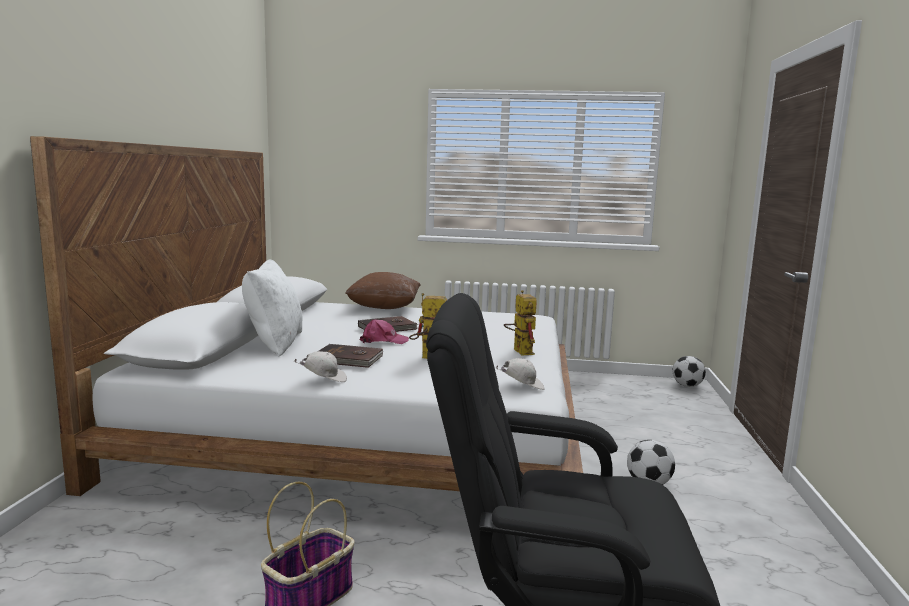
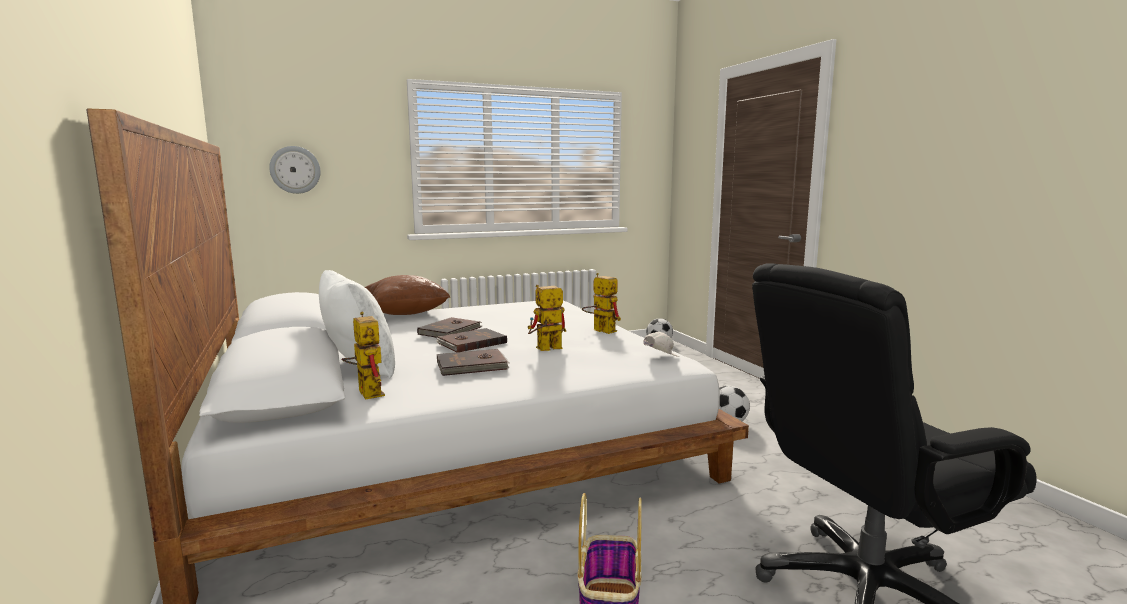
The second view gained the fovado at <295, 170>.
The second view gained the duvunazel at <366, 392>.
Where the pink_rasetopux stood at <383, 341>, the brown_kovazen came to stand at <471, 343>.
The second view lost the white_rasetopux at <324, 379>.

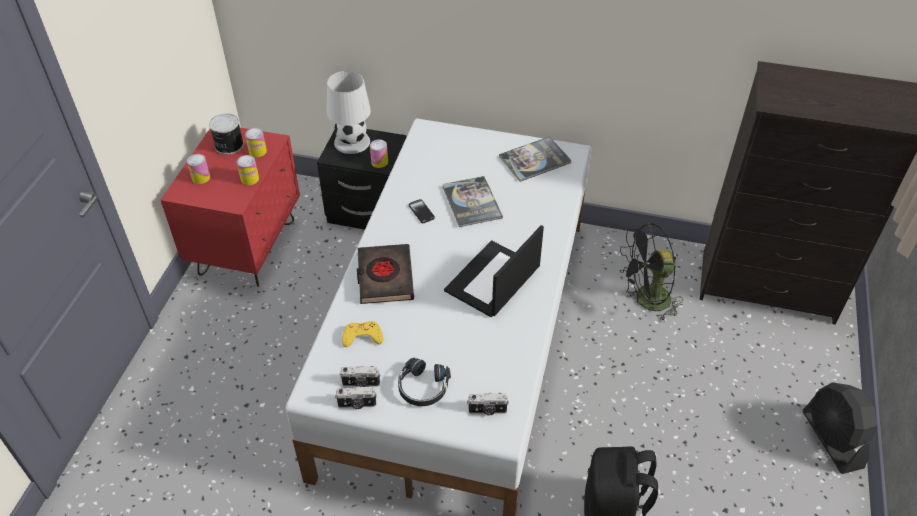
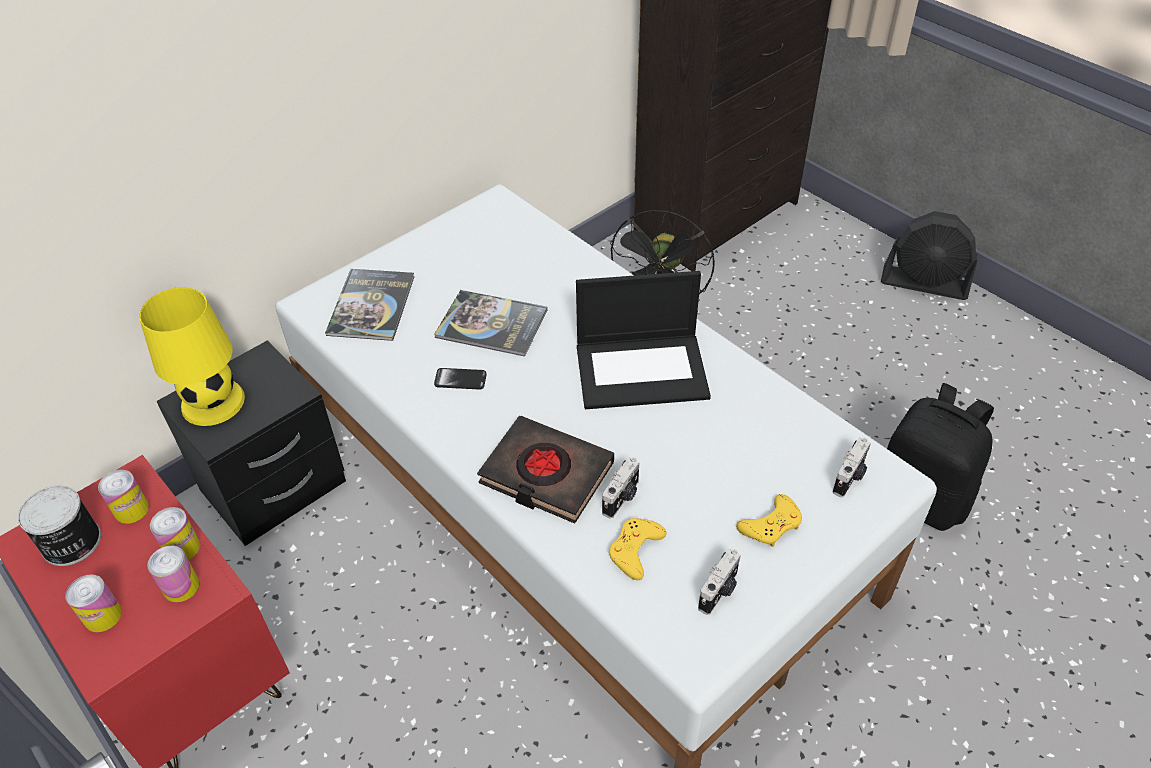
What was the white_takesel at <351, 141> turned into the yellow_takesel at <212, 402>.
The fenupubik ended up elsewhere, having gone from <379, 162> to <181, 586>.
The kovazen ended up elsewhere, having gone from <535, 160> to <371, 305>.
The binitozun at <493, 280> ended up facing another way, 75 degrees counterclockwise from before.
The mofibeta ended up elsewhere, having gone from <357, 404> to <622, 498>.
Where the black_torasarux stood at <423, 387>, the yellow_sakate came to stand at <771, 525>.

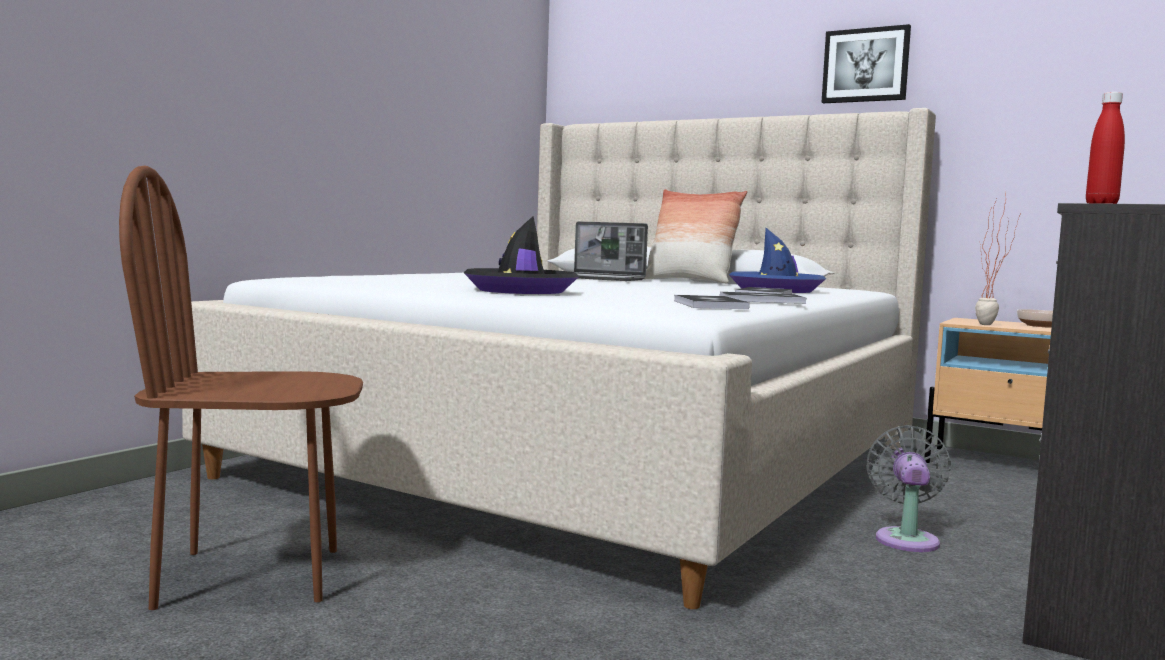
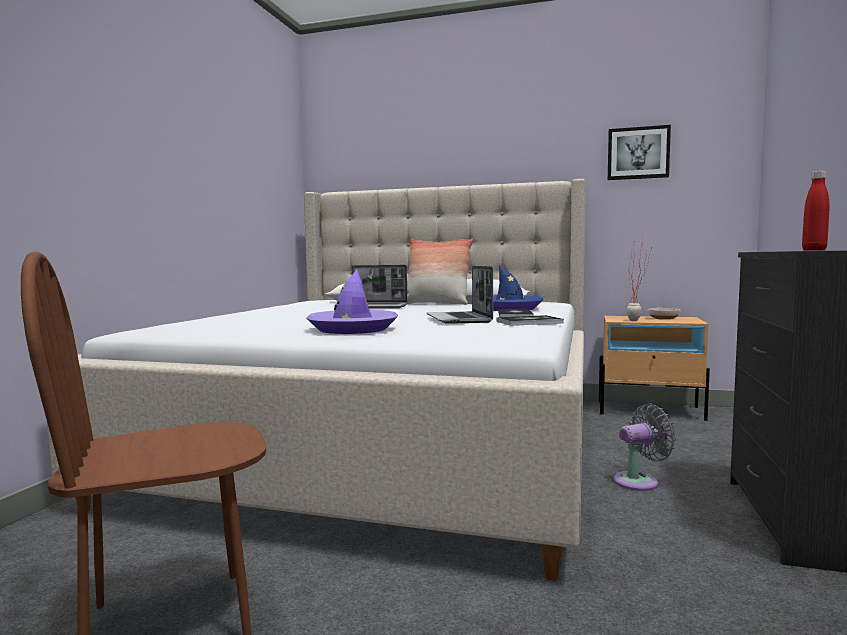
What was the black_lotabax at <521, 291> turned into the purple_lotabax at <353, 329>.
The second view gained the binitozun at <459, 319>.
The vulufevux ended up elsewhere, having gone from <865, 65> to <638, 153>.
The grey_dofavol at <906, 538> ended up facing another way, 75 degrees clockwise from before.
The second view lost the kovazen at <710, 305>.

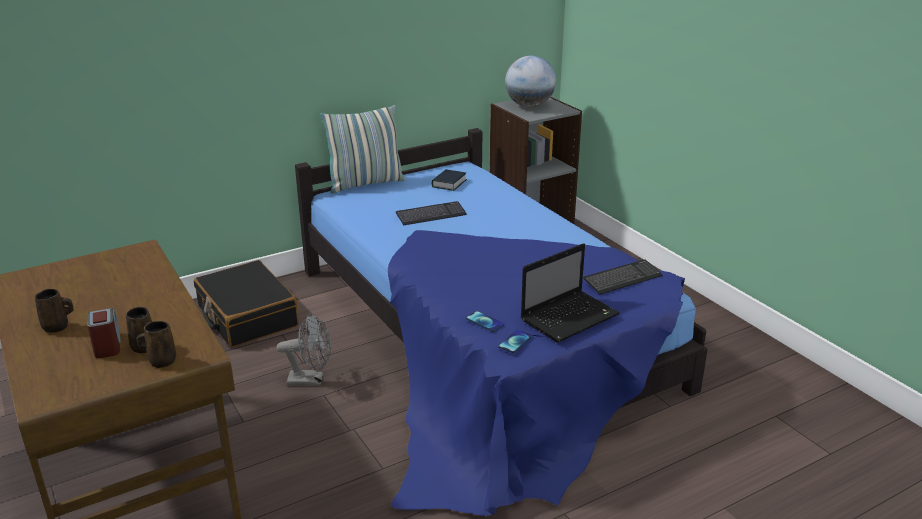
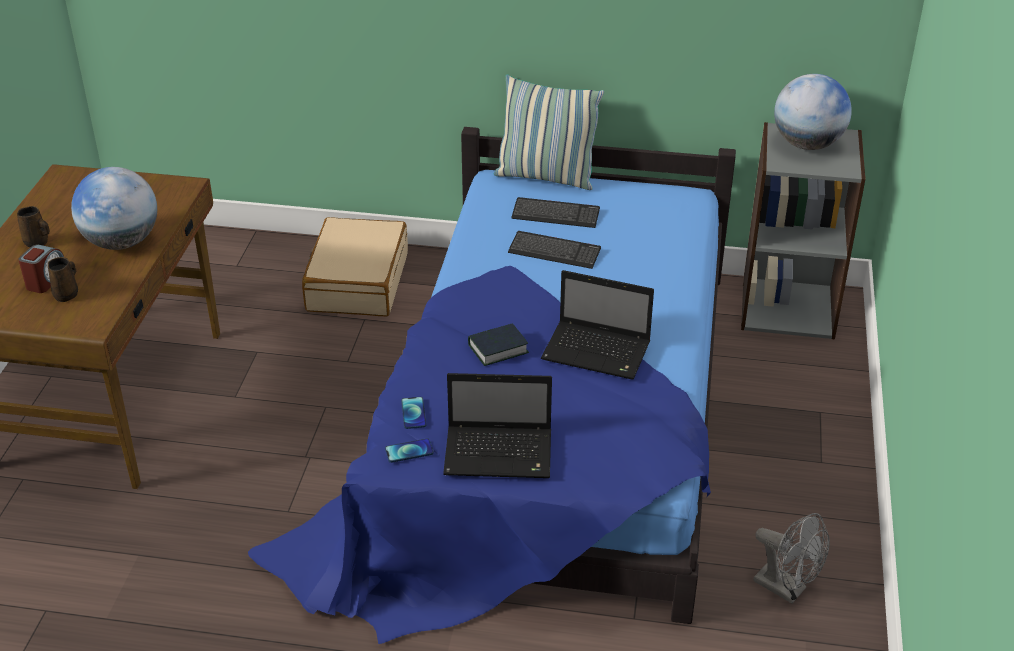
The second view gained the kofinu at <122, 242>.
What was the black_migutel at <247, 316> turned into the beige_migutel at <357, 282>.
The kovazen ended up elsewhere, having gone from <449, 183> to <498, 349>.
The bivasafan ended up elsewhere, having gone from <622, 278> to <555, 215>.
The second view gained the binitozun at <598, 352>.
The grey_dofavol ended up elsewhere, having gone from <311, 380> to <786, 589>.
The second view lost the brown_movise at <161, 361>.

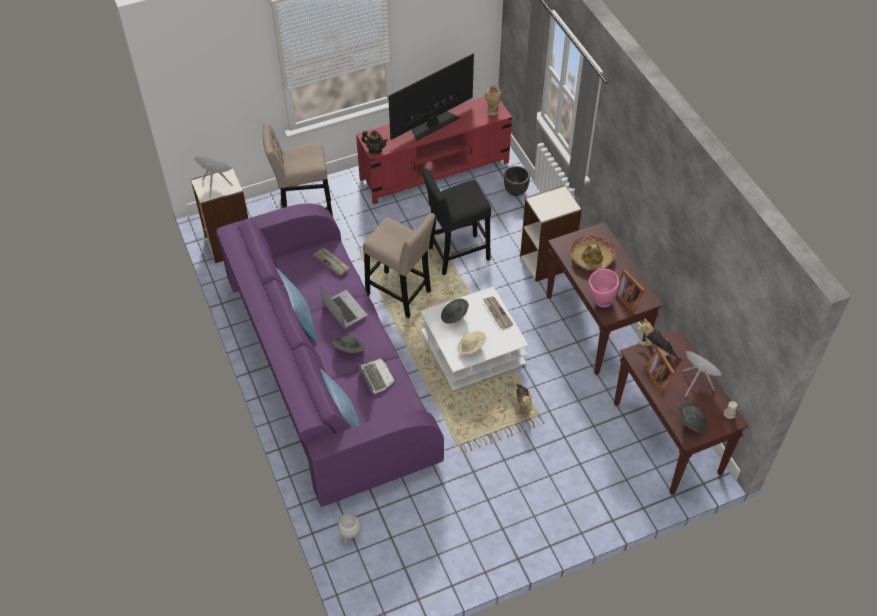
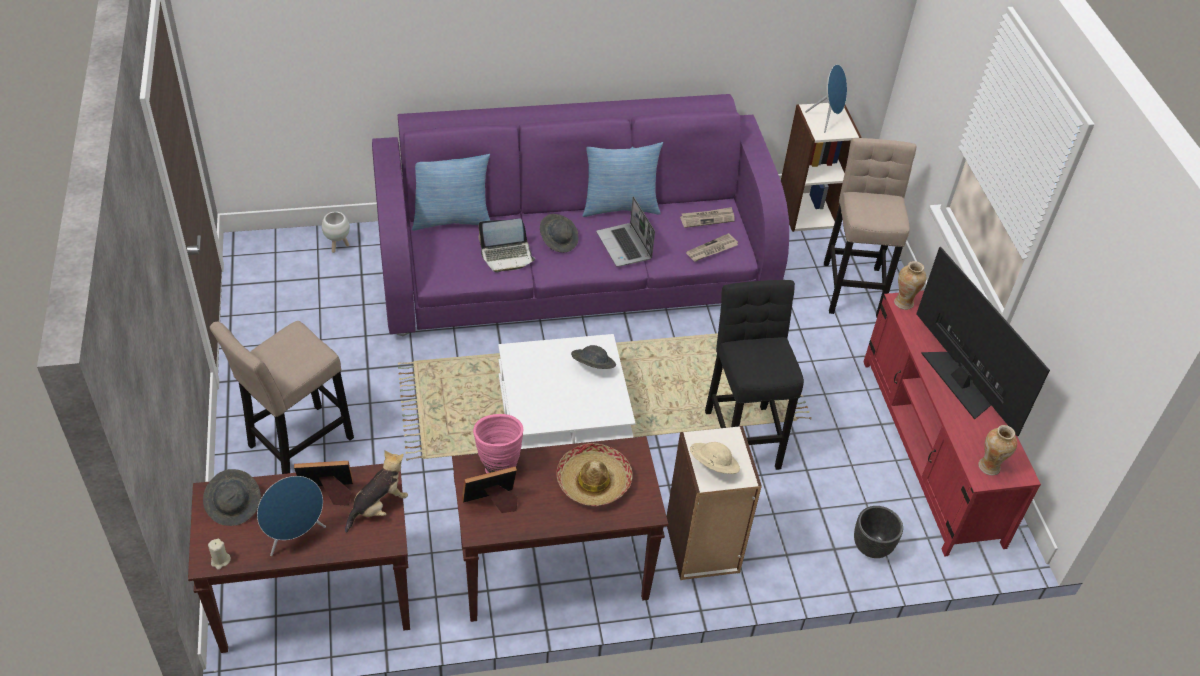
The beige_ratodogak ended up elsewhere, having gone from <400, 295> to <296, 445>.
The binitozun at <344, 310> ended up facing another way, 90 degrees clockwise from before.
The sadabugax ended up elsewhere, having gone from <497, 313> to <707, 218>.
The beige_lotabax ended up elsewhere, having gone from <471, 347> to <712, 466>.
Where the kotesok stood at <375, 150>, the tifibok came to stand at <904, 302>.
The second view lost the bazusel at <521, 405>.

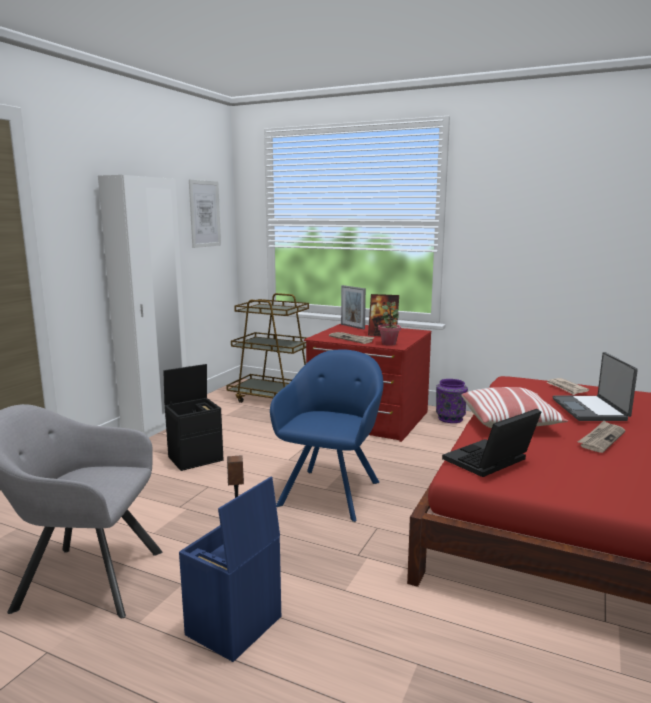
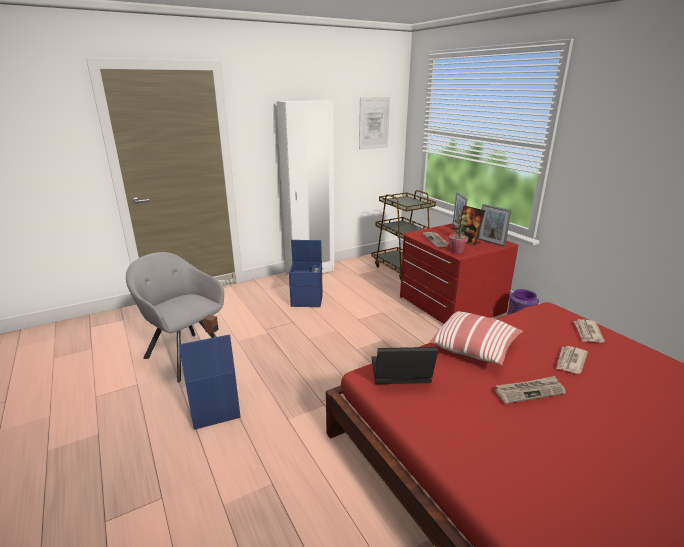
What was the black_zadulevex at <196, 458> turned into the blue_zadulevex at <307, 300>.
The second view gained the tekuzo at <491, 242>.
Where the binitozun stood at <591, 410>, the sadabugax came to stand at <570, 361>.
The second view lost the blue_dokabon at <331, 491>.

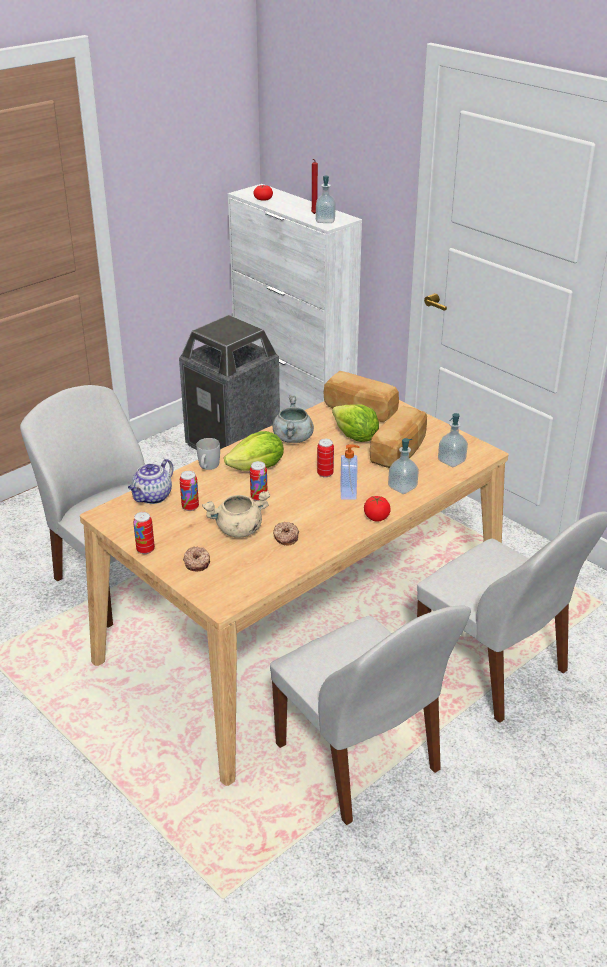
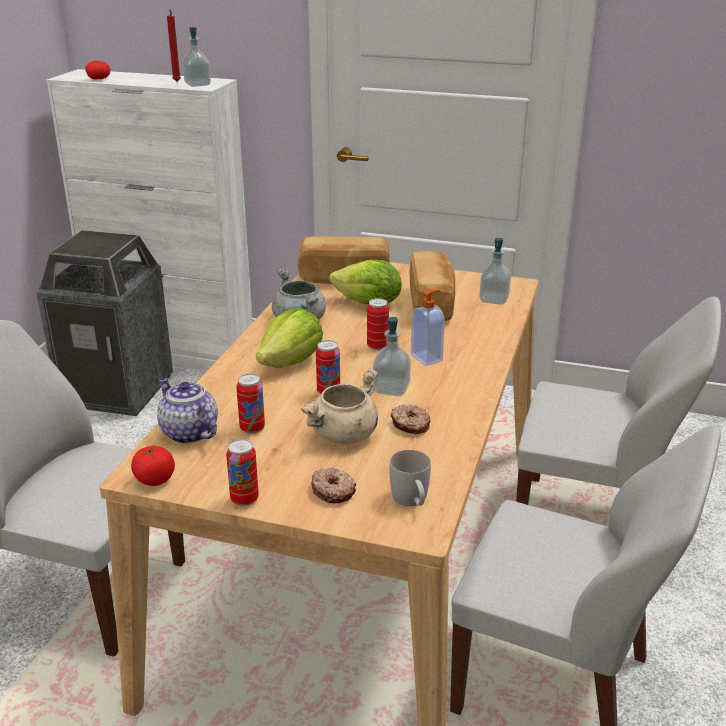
The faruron ended up elsewhere, having gone from <376, 517> to <155, 479>.
The kotesok at <152, 497> ended up facing another way, 135 degrees clockwise from before.
The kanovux ended up elsewhere, having gone from <402, 487> to <391, 389>.
The white_movise ended up elsewhere, having gone from <207, 467> to <411, 501>.

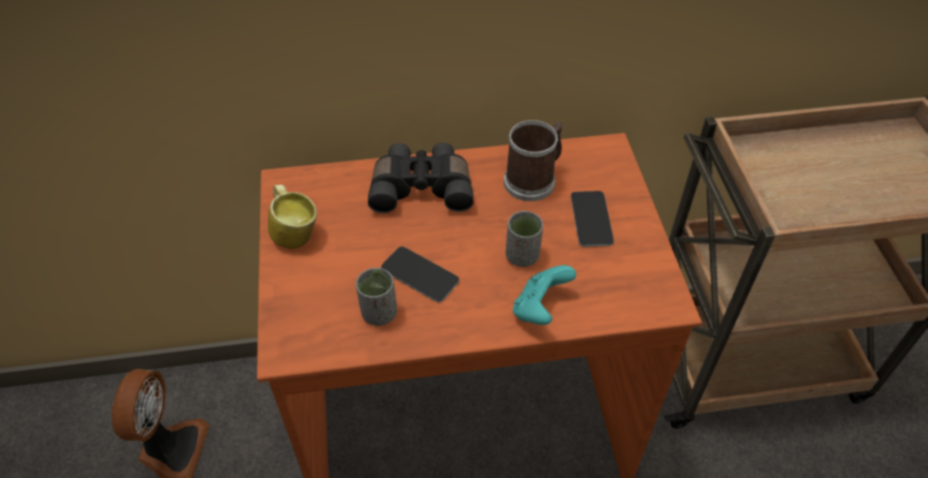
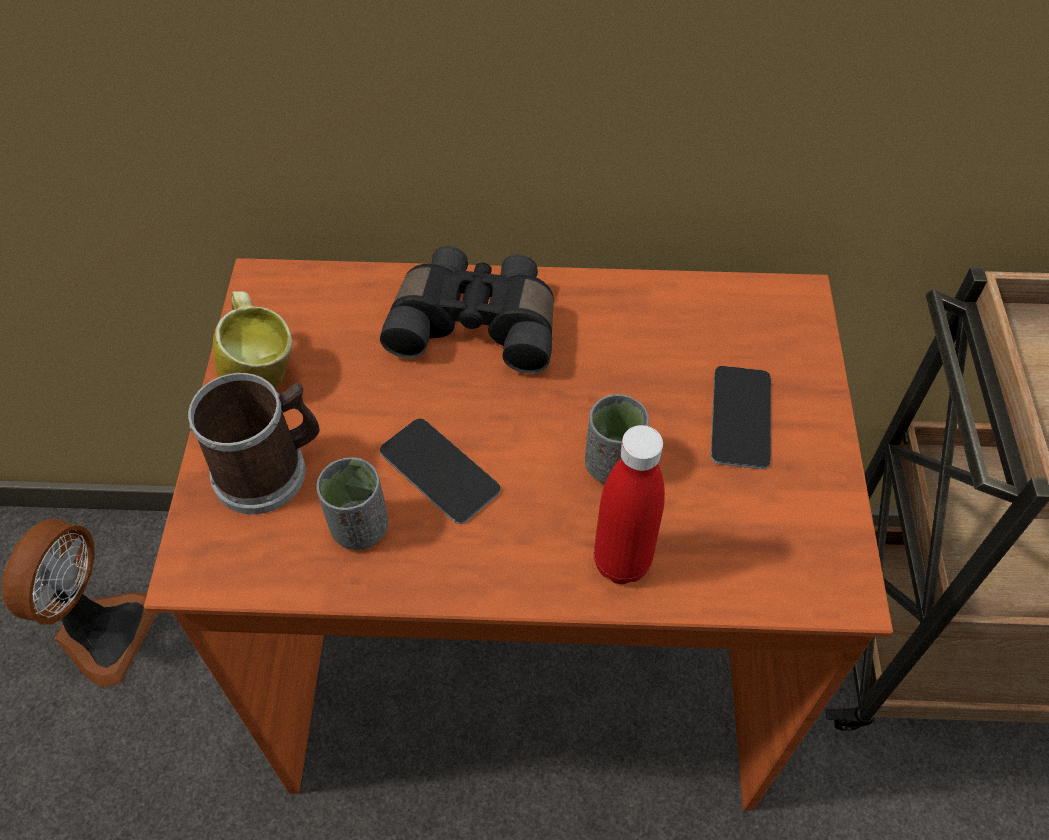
The movise ended up elsewhere, having gone from <534, 179> to <270, 469>.
Where the turquoise_sakate stood at <540, 308>, the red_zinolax came to stand at <621, 562>.

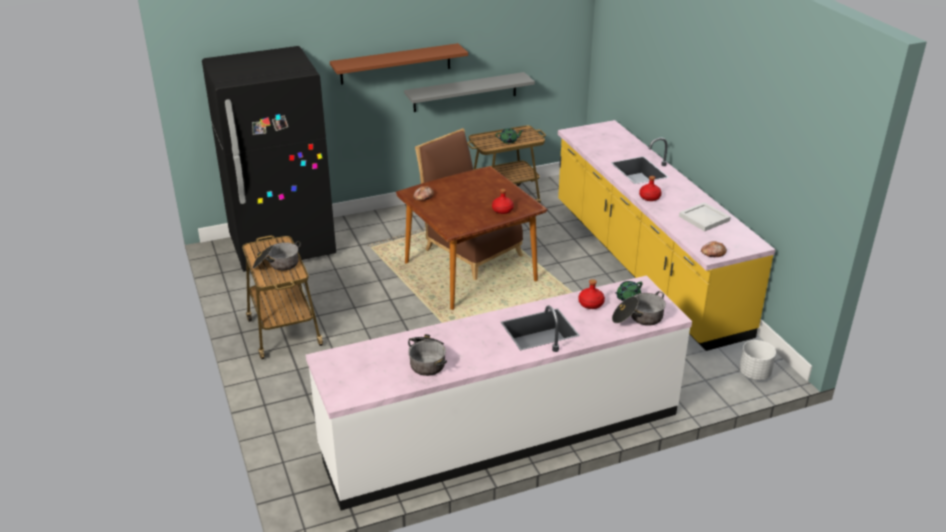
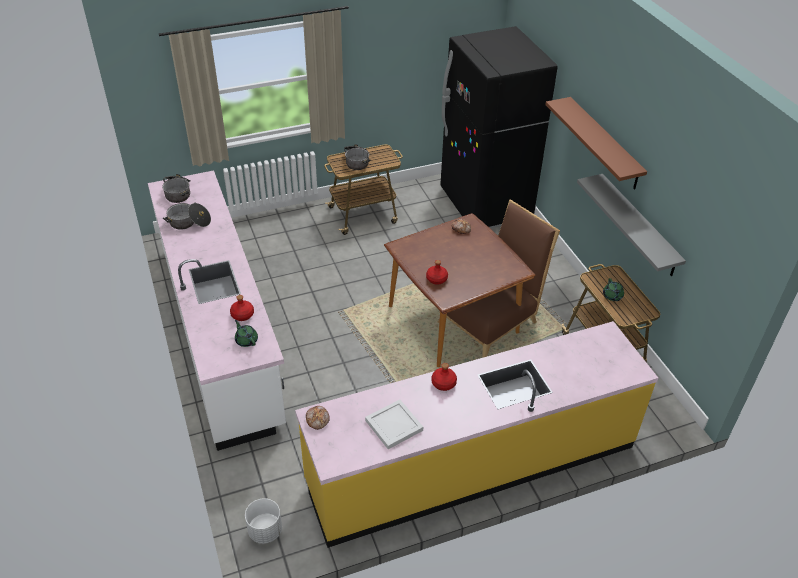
The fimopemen ended up elsewhere, having gone from <638, 318> to <178, 193>.

